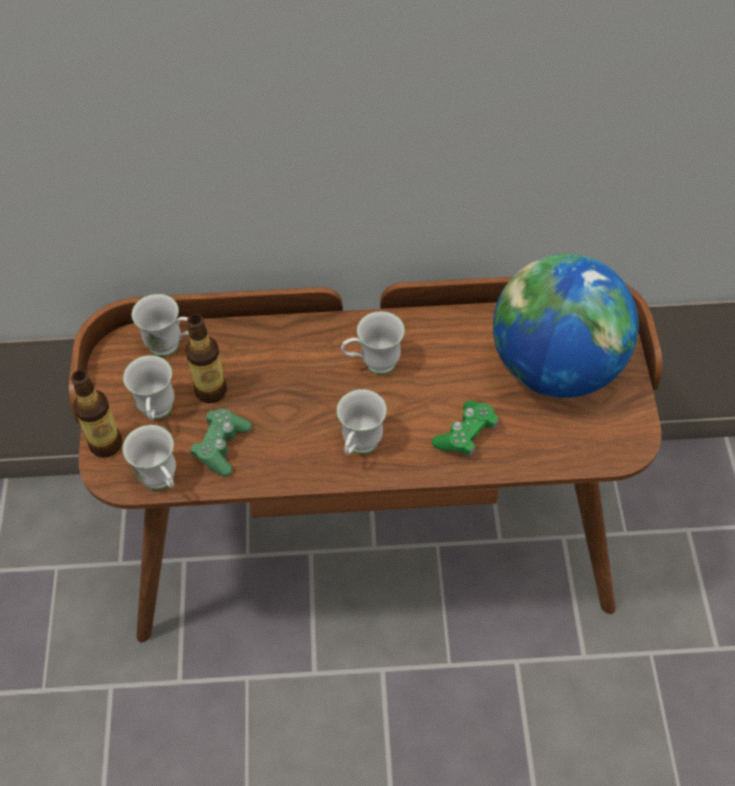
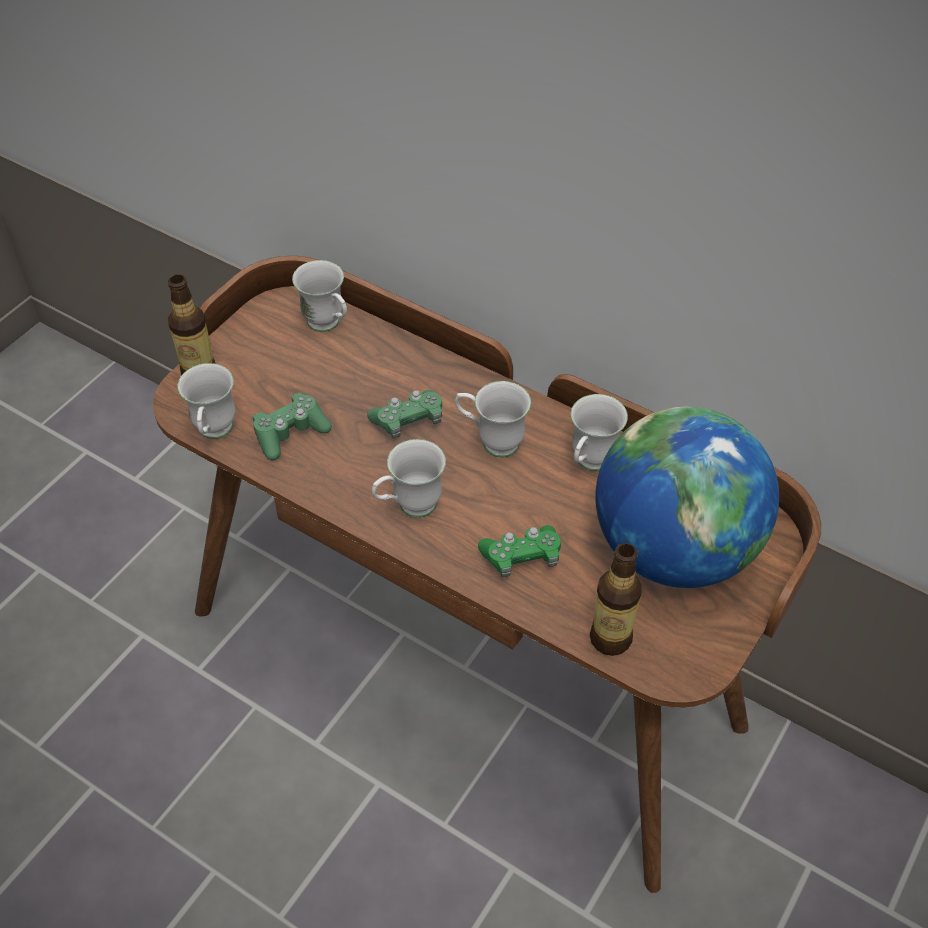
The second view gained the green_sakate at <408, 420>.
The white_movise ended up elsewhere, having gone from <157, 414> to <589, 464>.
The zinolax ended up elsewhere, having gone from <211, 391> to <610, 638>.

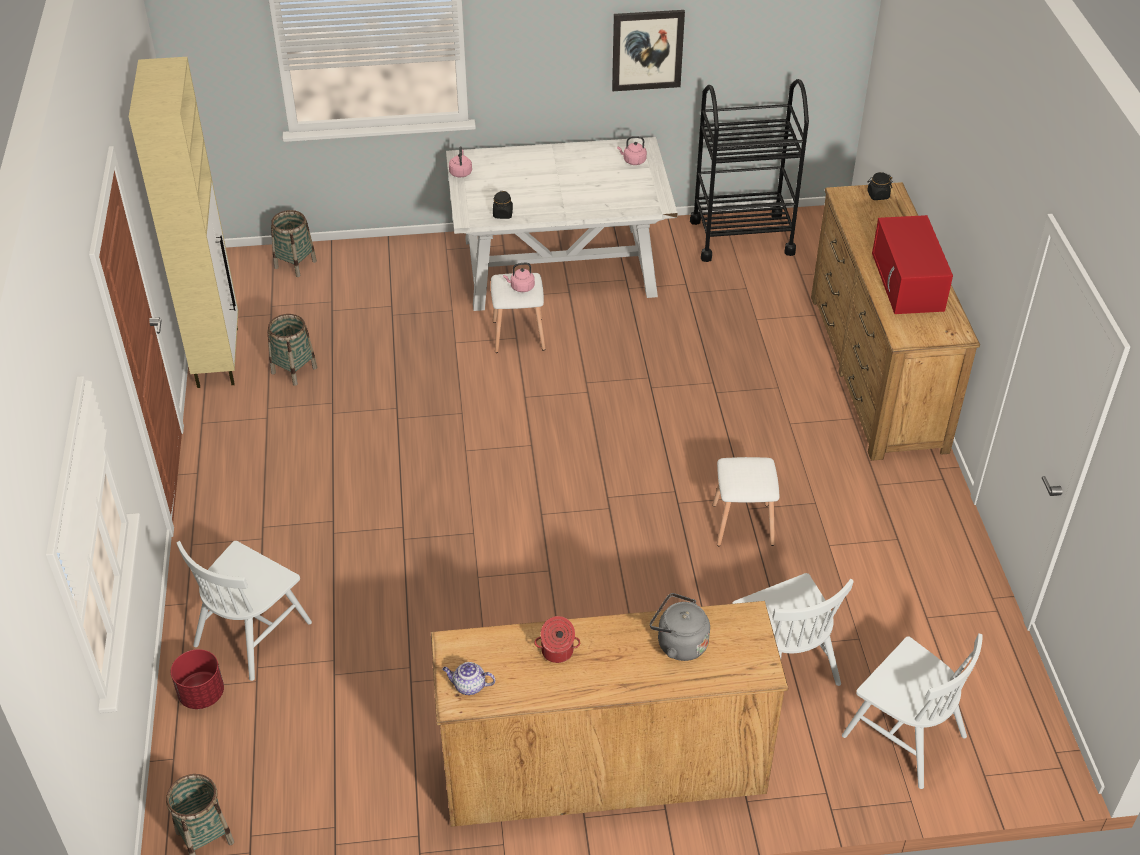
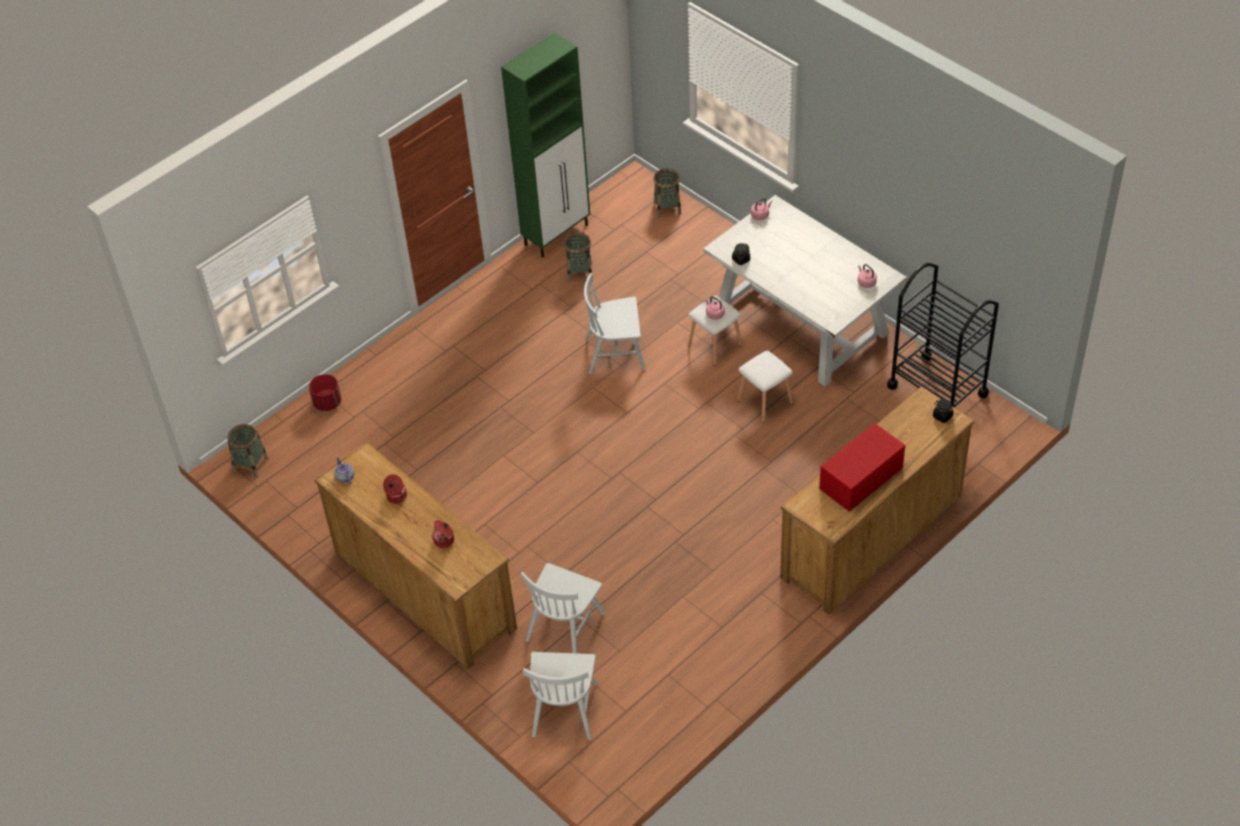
Where the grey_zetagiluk stood at <678, 643>, the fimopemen came to stand at <444, 540>.
What was the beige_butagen at <218, 356> turned into the green_butagen at <557, 234>.
The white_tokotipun ended up elsewhere, having gone from <253, 633> to <615, 353>.
The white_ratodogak ended up elsewhere, having gone from <741, 525> to <764, 401>.
The second view lost the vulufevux at <647, 50>.

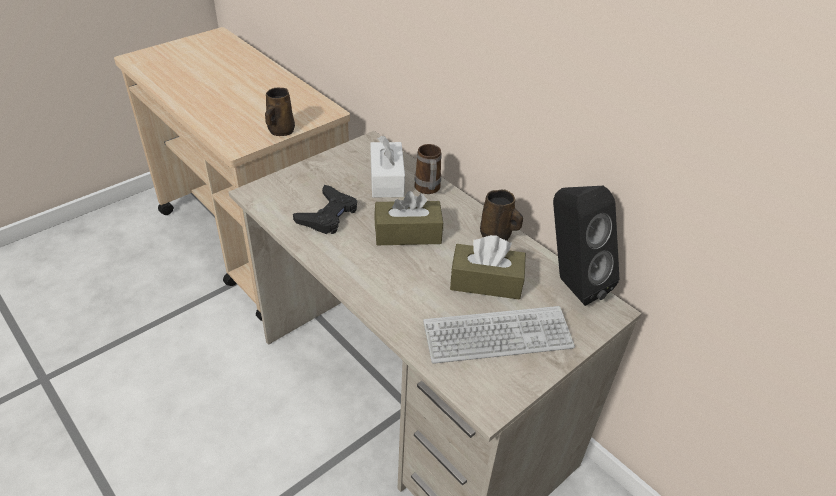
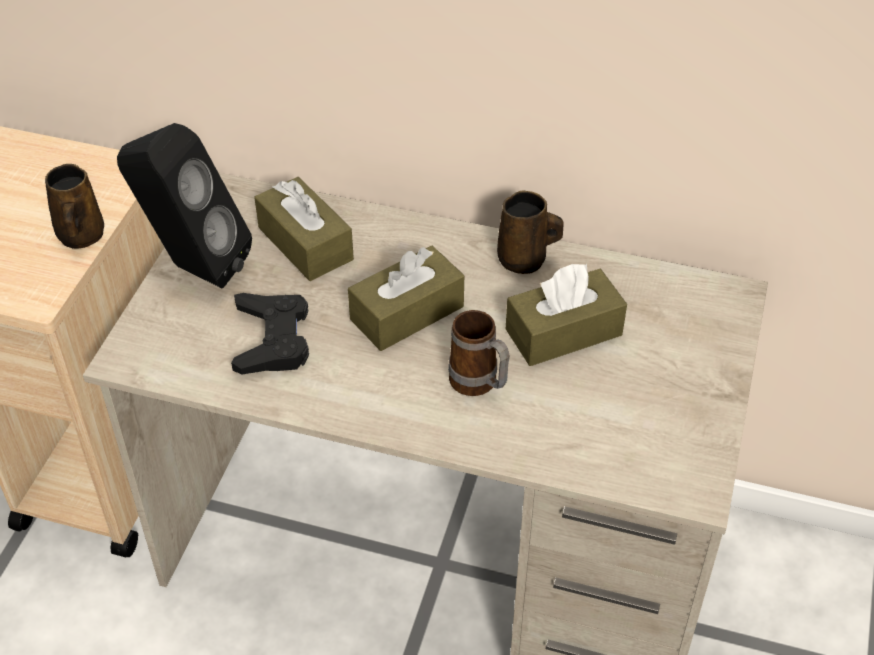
The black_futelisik ended up elsewhere, having gone from <570, 283> to <193, 267>.
What was the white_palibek at <387, 179> turned into the brown_palibek at <305, 243>.
The movise ended up elsewhere, having gone from <428, 190> to <479, 385>.
The second view lost the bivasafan at <497, 336>.

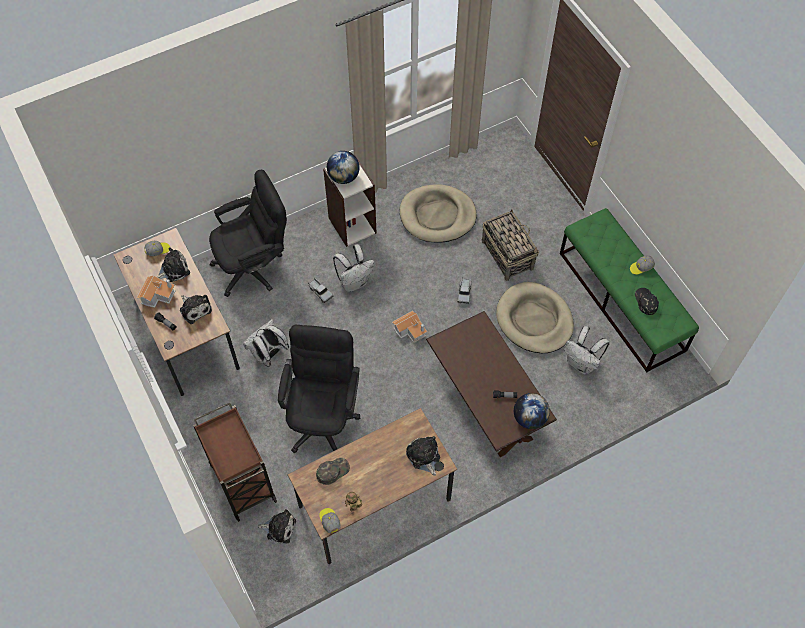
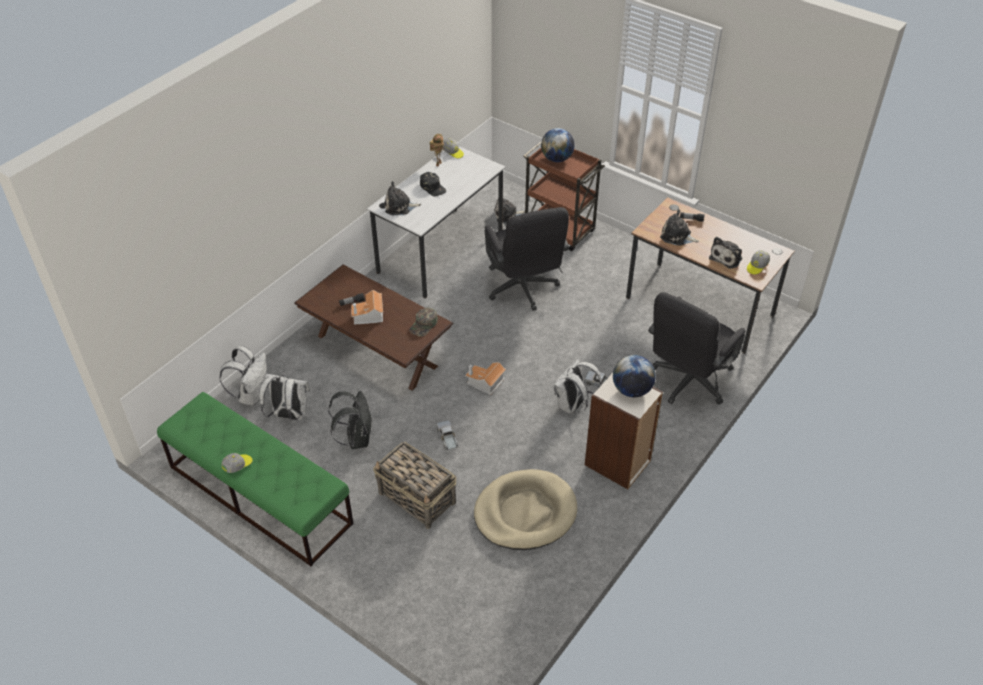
The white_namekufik ended up elsewhere, having gone from <268, 354> to <252, 395>.
Where the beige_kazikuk stood at <534, 320>, the black_namekufik came to stand at <356, 438>.
The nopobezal ended up elsewhere, having gone from <158, 295> to <369, 316>.
What was the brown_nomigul at <374, 503> turned into the white_nomigul at <440, 251>.
The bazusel at <423, 456> ended up facing another way, 135 degrees clockwise from before.
The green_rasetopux ended up elsewhere, having gone from <332, 471> to <424, 325>.
The black_rasetopux ended up elsewhere, having gone from <645, 302> to <433, 187>.
The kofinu ended up elsewhere, having gone from <529, 418> to <557, 159>.

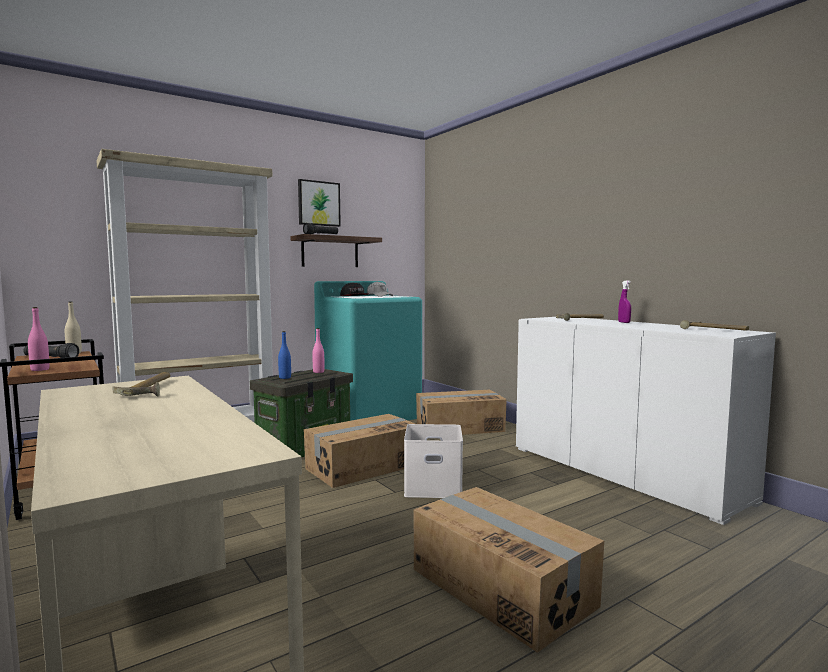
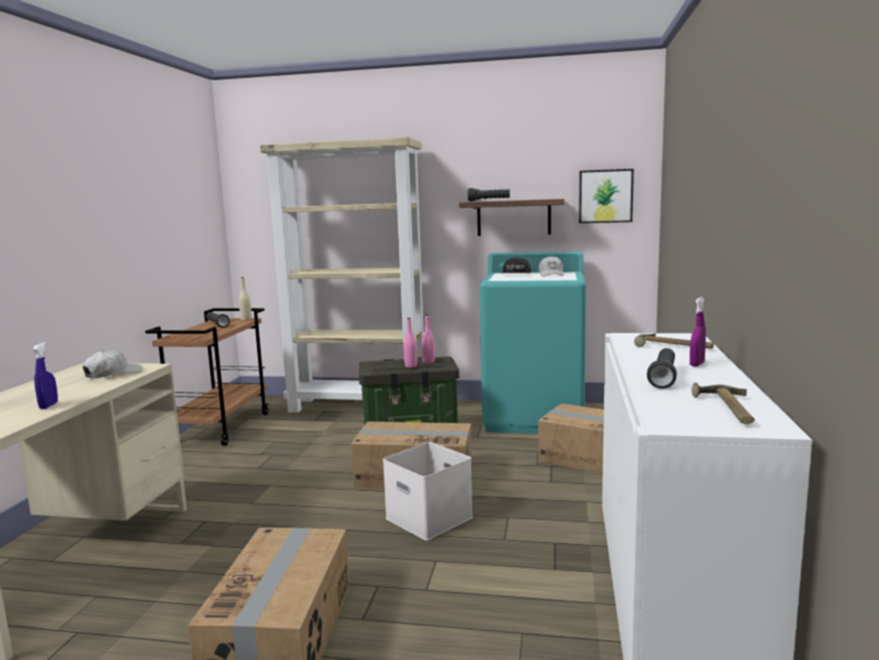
The second view gained the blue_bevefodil at <48, 406>.
Where the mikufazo stood at <152, 389>, the white_rasetopux came to stand at <113, 374>.
The pink_zinolax ended up elsewhere, having gone from <40, 369> to <411, 366>.
The vulufevux ended up elsewhere, having gone from <318, 203> to <605, 196>.
The second view gained the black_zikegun at <663, 378>.
The second view lost the blue_zinolax at <285, 377>.

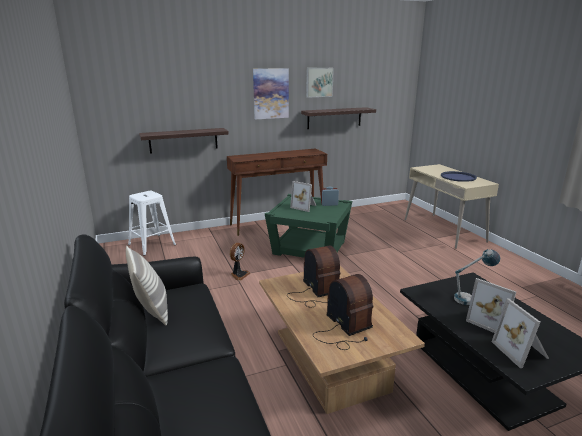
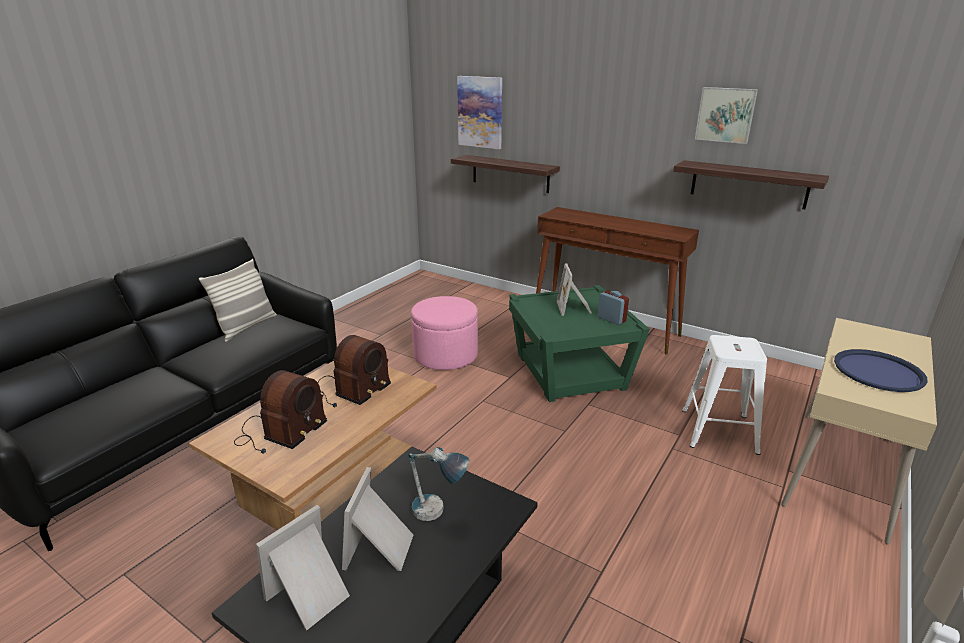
Where the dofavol stood at <239, 275>, the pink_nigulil came to stand at <445, 355>.
The vulufevux ended up elsewhere, having gone from <271, 93> to <480, 112>.
The white_ratodogak ended up elsewhere, having gone from <151, 244> to <717, 430>.

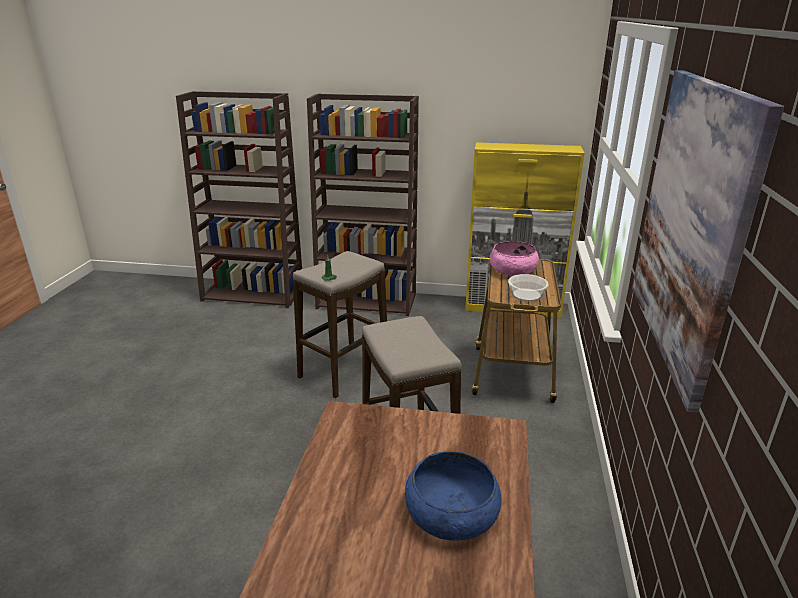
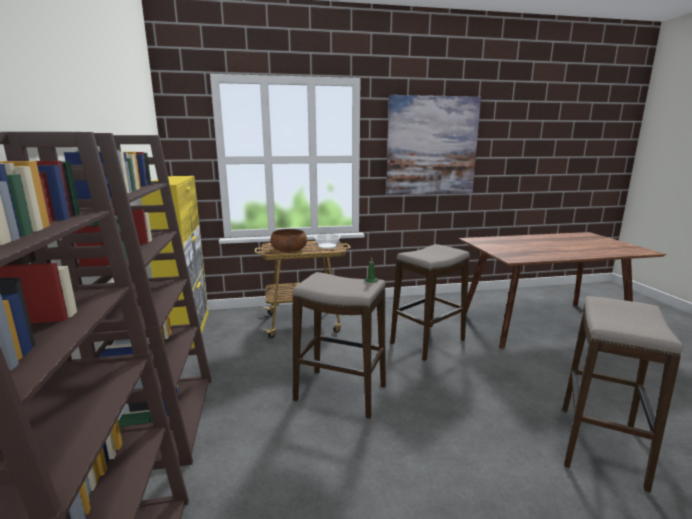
What was the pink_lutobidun at <513, 270> turned into the brown_lutobidun at <289, 249>.
The second view gained the ratodogak at <600, 445>.
The second view lost the blue_lutobidun at <451, 513>.

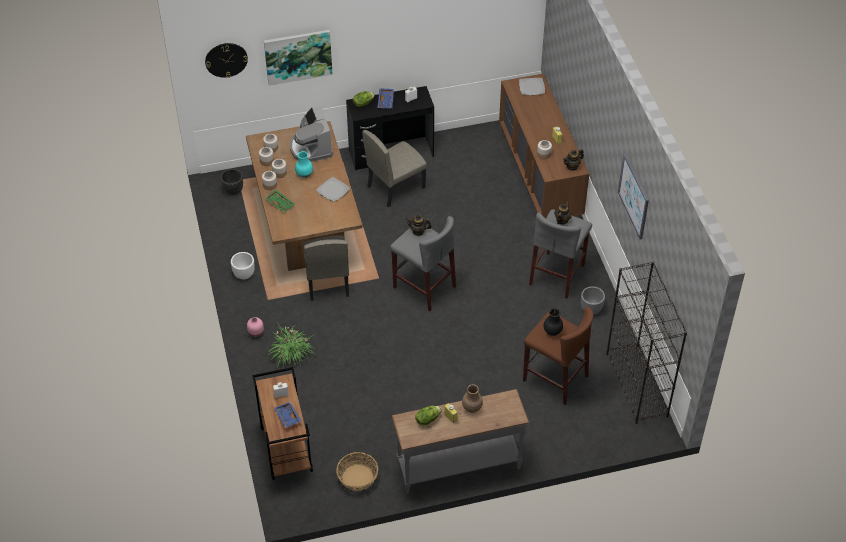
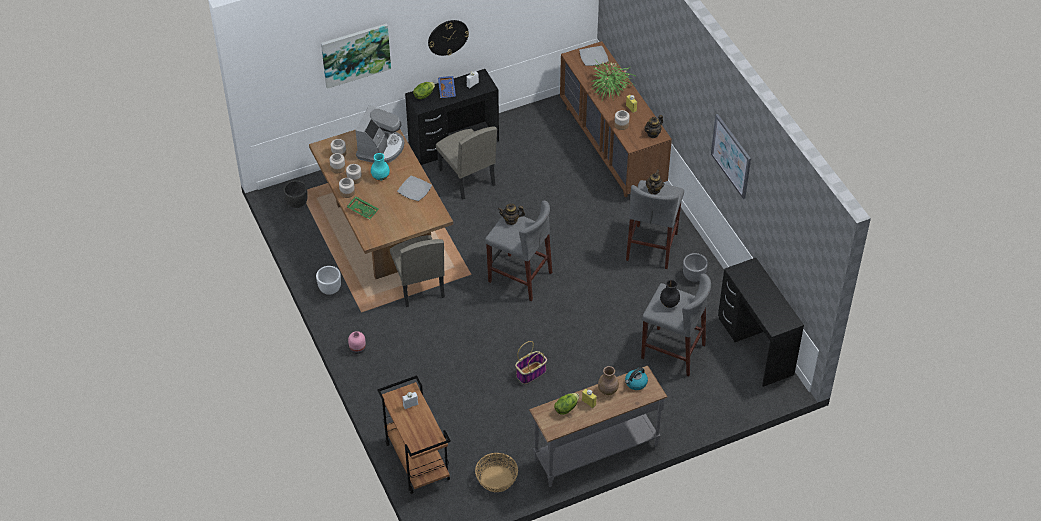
The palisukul at <311, 148> ended up facing another way, 135 degrees counterclockwise from before.
The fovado ended up elsewhere, having gone from <226, 59> to <448, 37>.
The beige_tokotipun at <395, 186> ended up facing another way, 75 degrees counterclockwise from before.
The second view gained the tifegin at <531, 373>.
The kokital ended up elsewhere, having gone from <291, 353> to <610, 88>.
The second view gained the zetagiluk at <635, 383>.
What was the brown_ratodogak at <555, 378> turned into the grey_ratodogak at <673, 351>.
Where the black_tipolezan stood at <637, 385>, the black_nomigul came to stand at <755, 346>.
The second view lost the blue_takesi at <287, 417>.

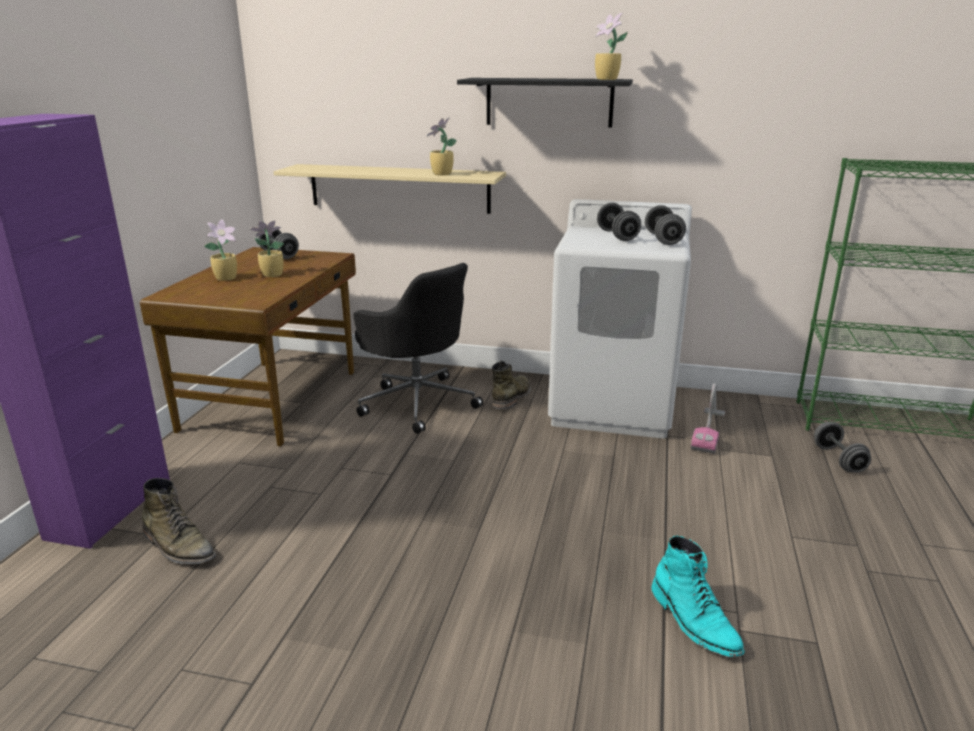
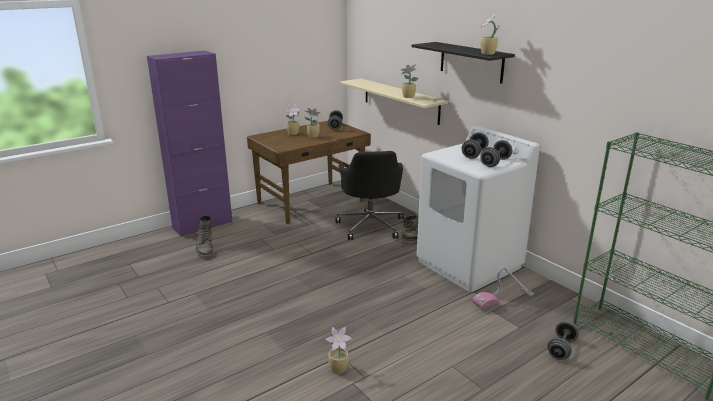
Where the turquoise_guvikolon stood at <694, 621>, the kokital came to stand at <339, 369>.

